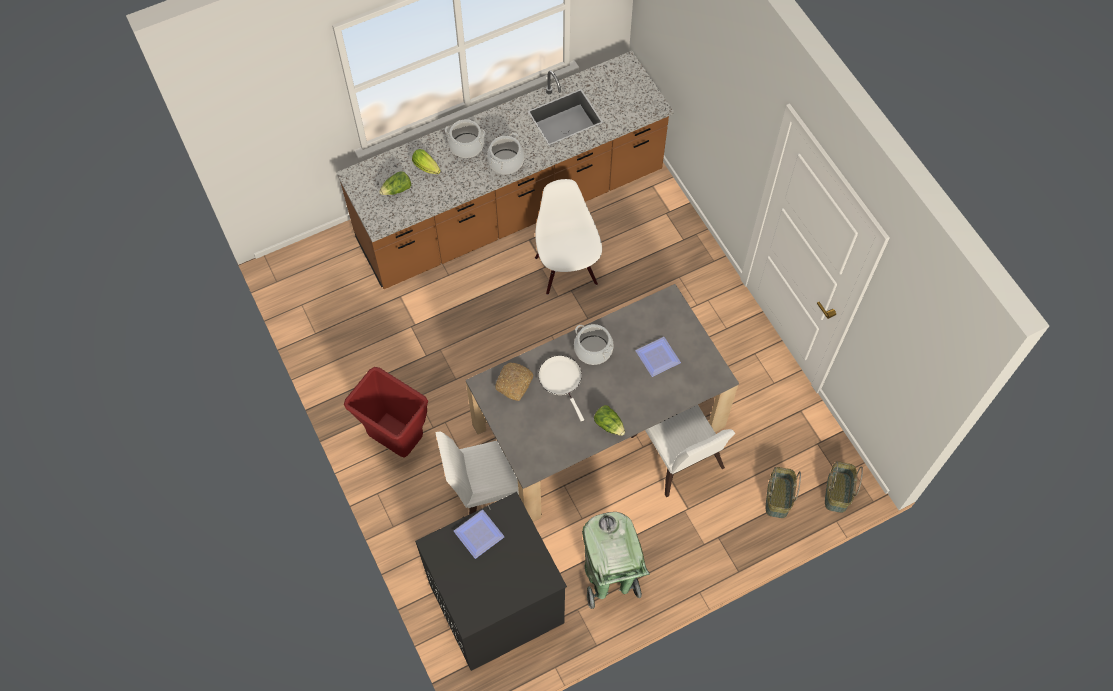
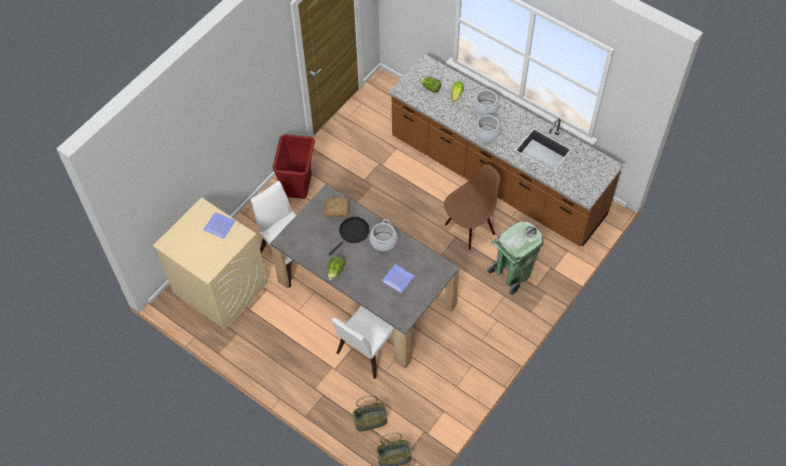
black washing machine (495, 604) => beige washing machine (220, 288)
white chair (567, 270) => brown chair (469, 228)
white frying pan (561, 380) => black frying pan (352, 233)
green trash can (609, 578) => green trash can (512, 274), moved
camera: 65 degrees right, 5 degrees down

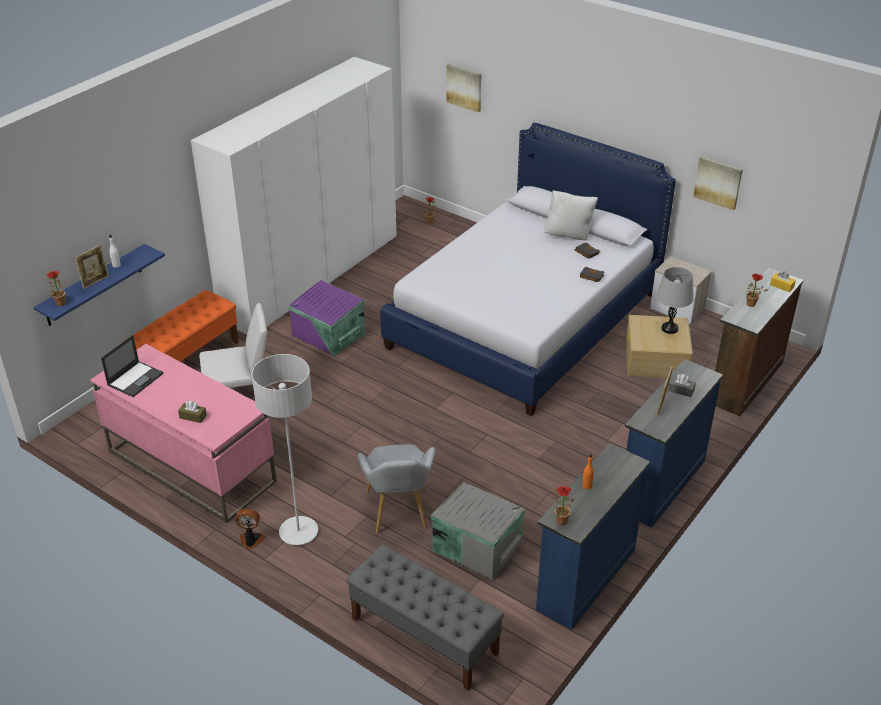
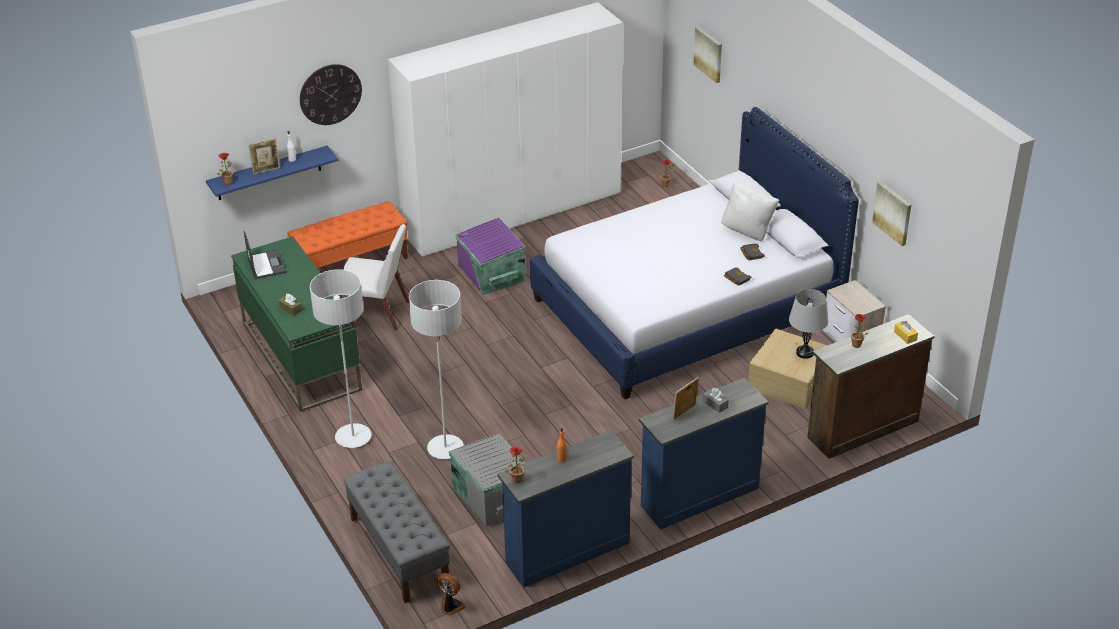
pink desk (191, 466) => green desk (301, 357)
laptop (135, 379) => laptop (266, 264), 75 degrees counterclockwise
fan (251, 541) => fan (451, 607), moved
grey armchair (398, 514) => grey floor lamp (445, 448)
nothing => wall clock (330, 94)
camera: 25 degrees right, 0 degrees up

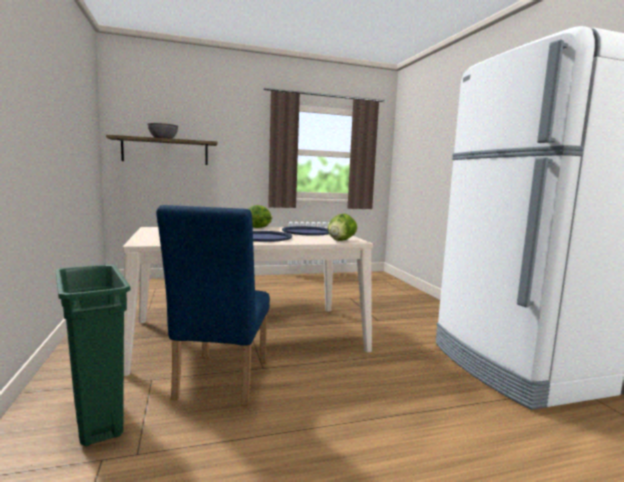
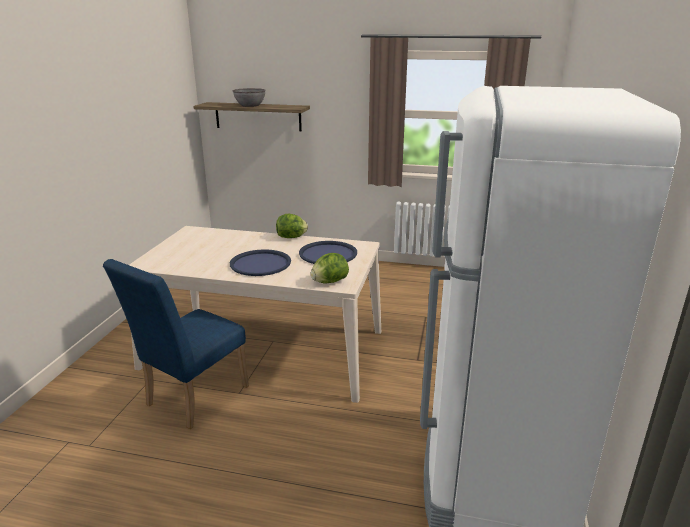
green trash can (97, 418) => nothing
camera: 30 degrees right, 15 degrees up

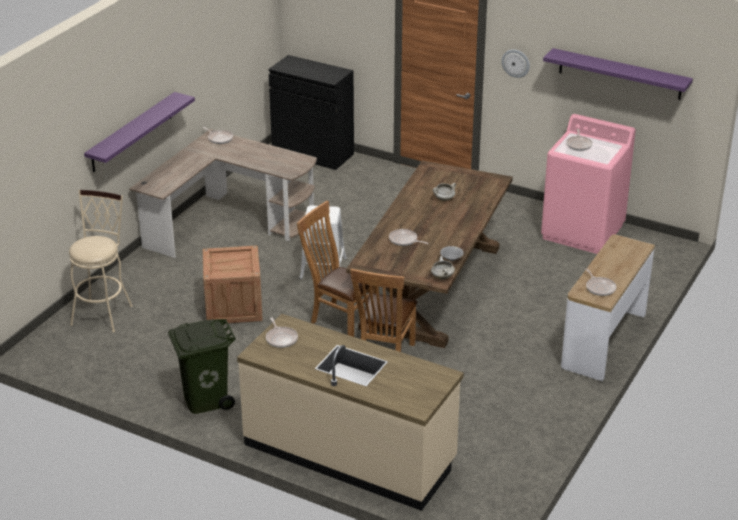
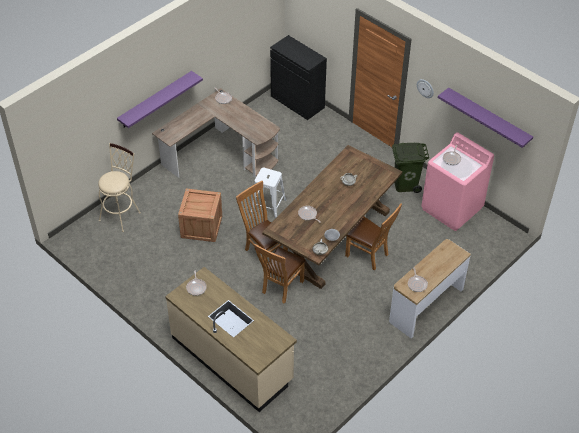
green trash can (205, 399) => green trash can (405, 184), moved
nothing => brown chair (369, 256)
camera: 15 degrees right, 15 degrees up

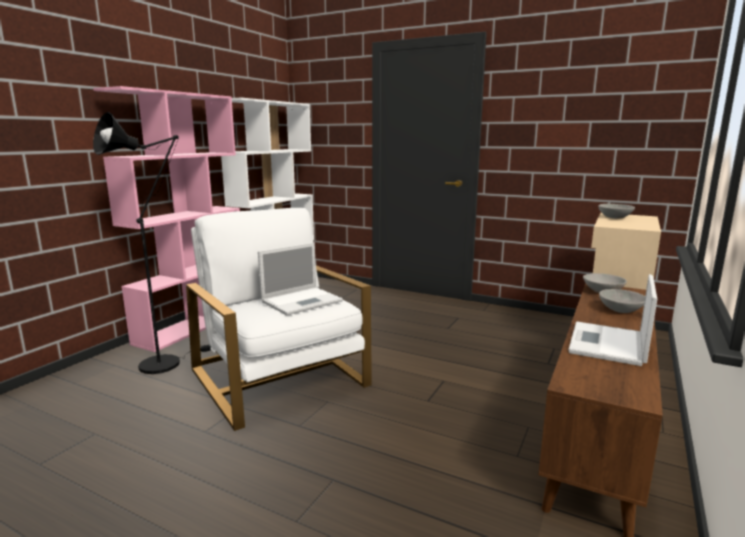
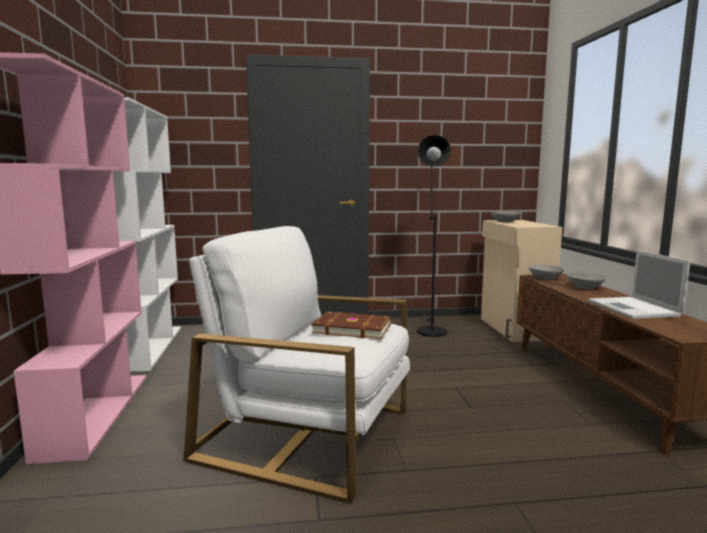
black floor lamp (166, 362) => black floor lamp (430, 330), moved
laptop (303, 301) => brown book (352, 328)
camera: 35 degrees left, 5 degrees down

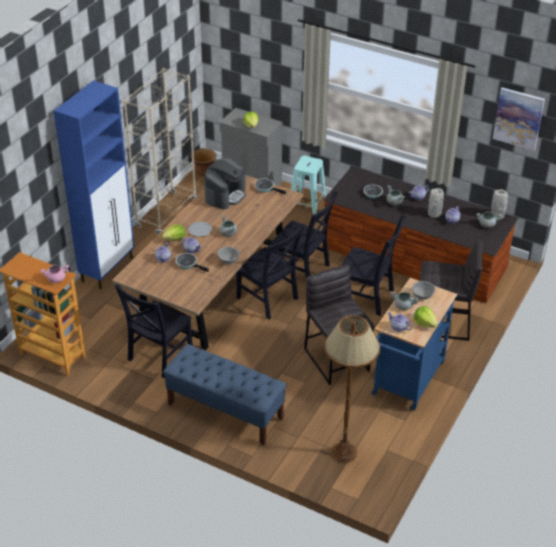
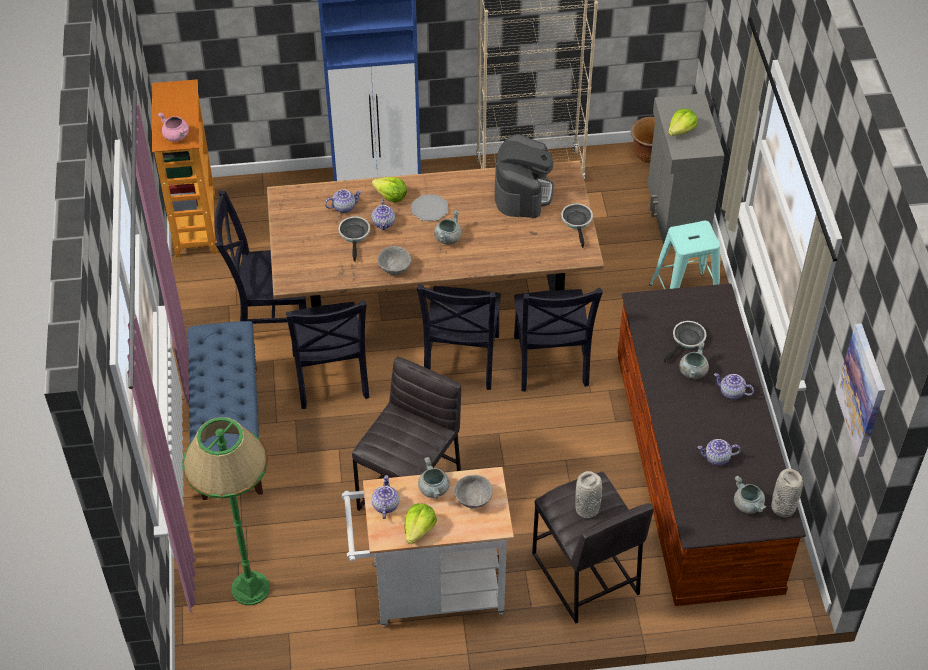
coffee machine (225, 195) => coffee machine (522, 192), 75 degrees counterclockwise
brown floor lamp (344, 452) => green floor lamp (250, 589)
black chair (367, 297) => black chair (330, 379), moved
blue cart (406, 383) => white cart (429, 591)
grey vase (434, 214) => grey vase (587, 508), moved
camera: 55 degrees right, 10 degrees up

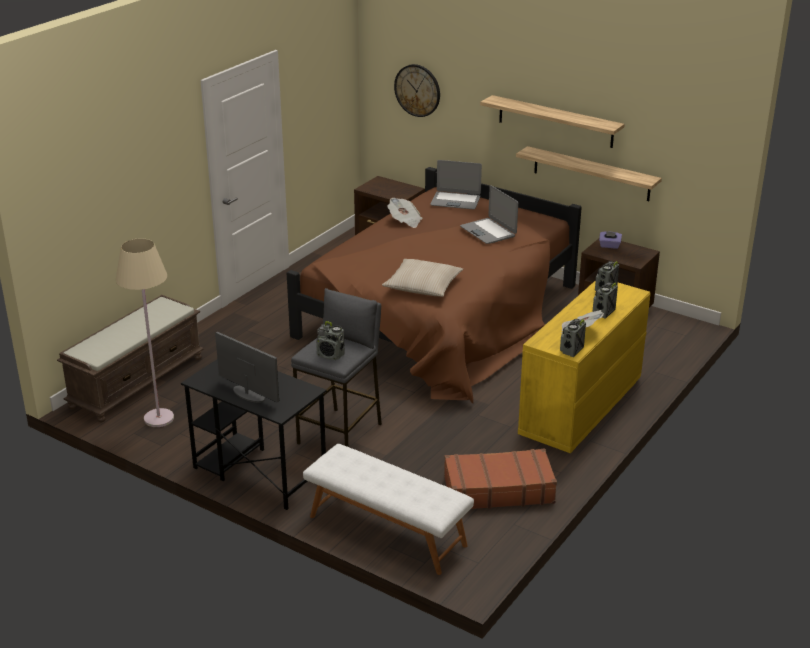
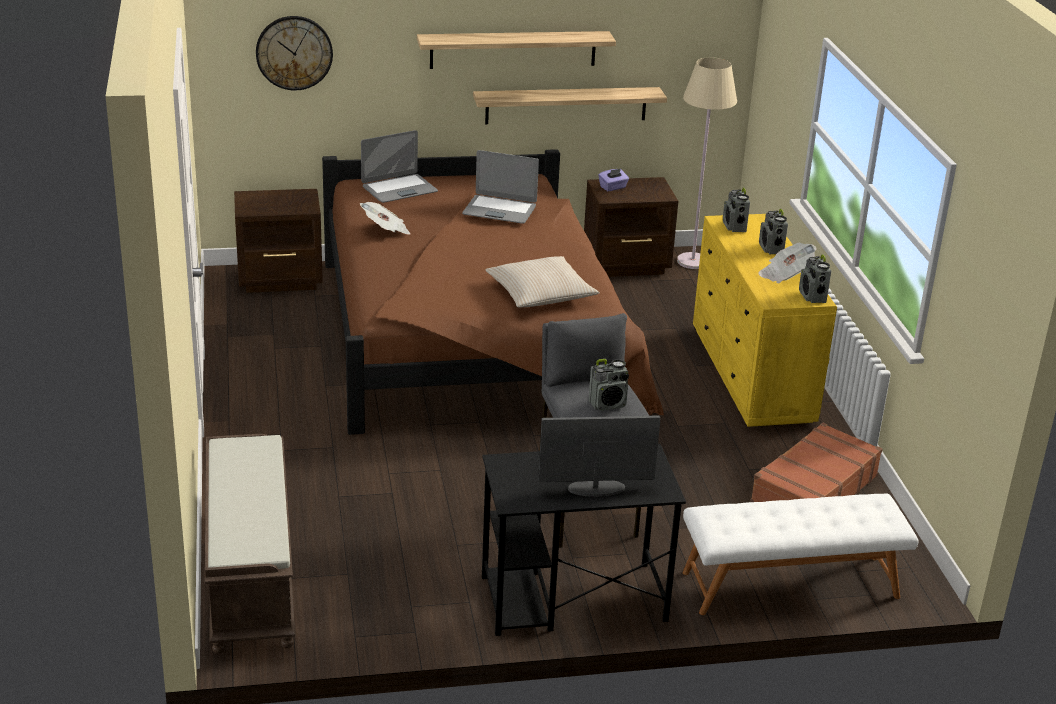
beige floor lamp (158, 418) => beige floor lamp (692, 261), moved
camera: 45 degrees left, 0 degrees up

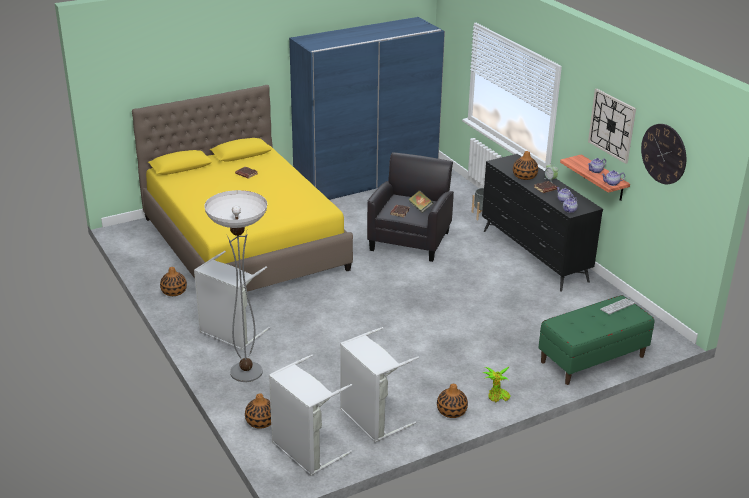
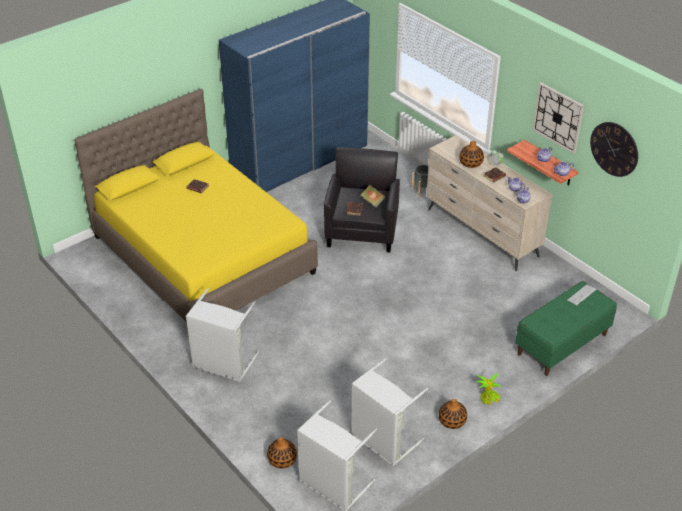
vase (174, 292) => nothing
floor lamp (246, 372) => nothing
black dresser (534, 256) => beige dresser (482, 233)
camera: 10 degrees left, 10 degrees up

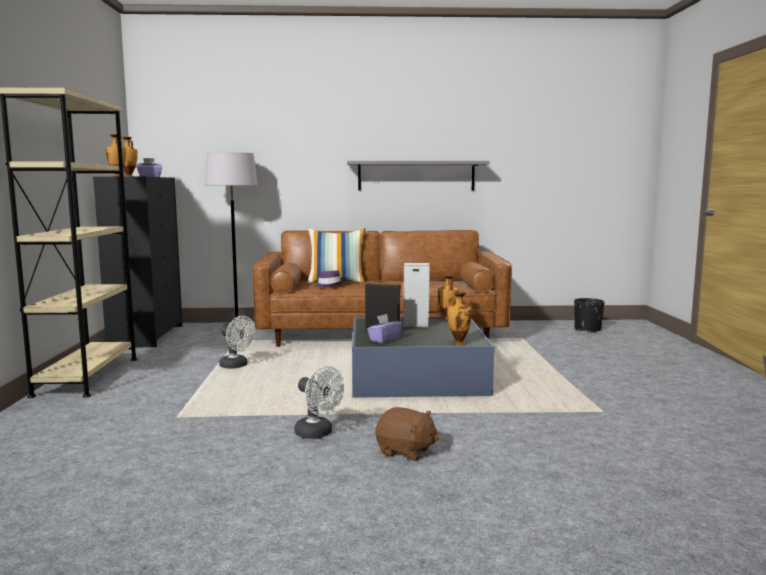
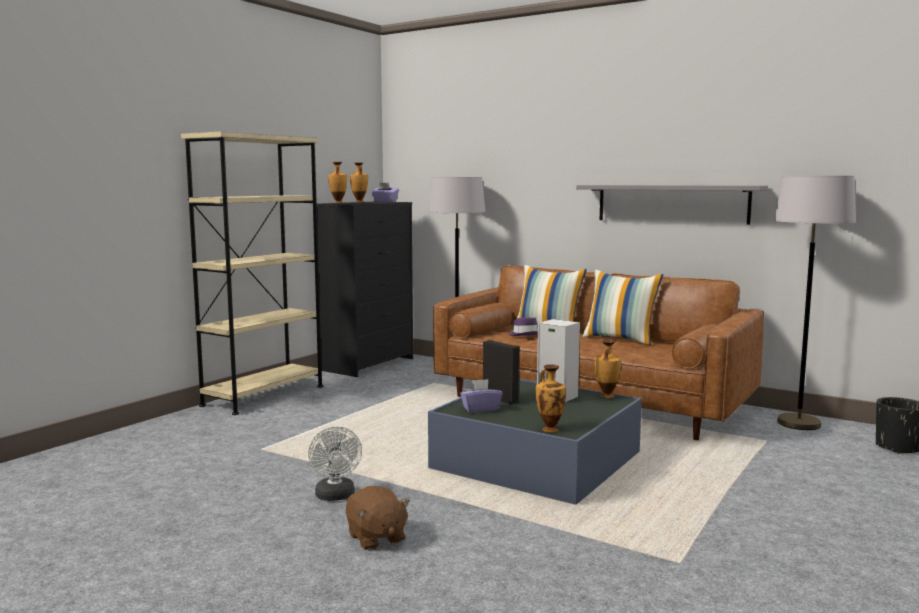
white fan (237, 366) => nothing
nothing => pillow (620, 339)
nothing => grey floor lamp (799, 423)
camera: 35 degrees right, 0 degrees up

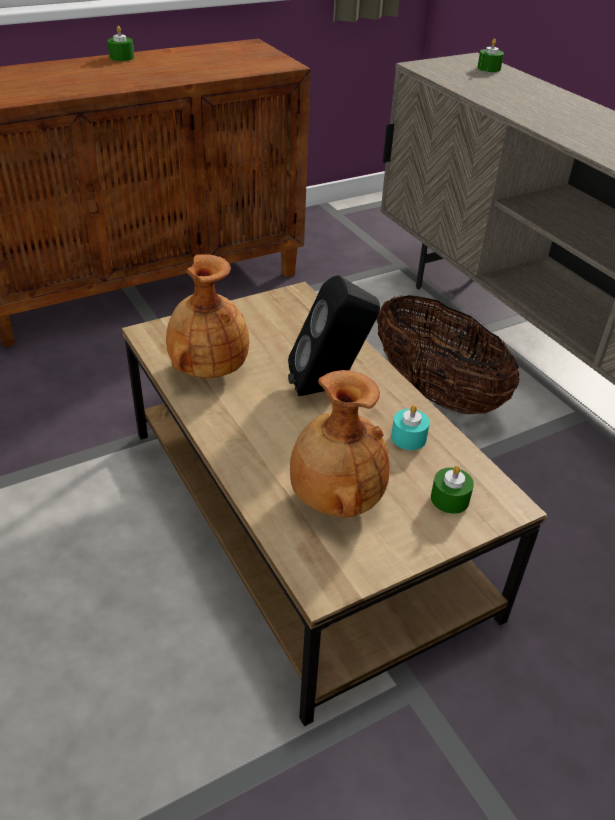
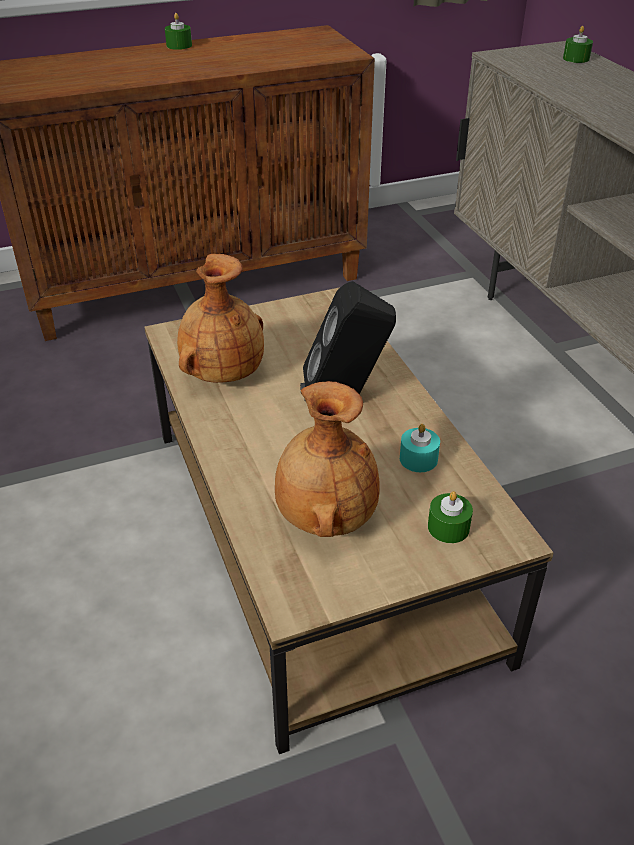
basket (436, 393) => nothing
camera: 10 degrees right, 0 degrees up

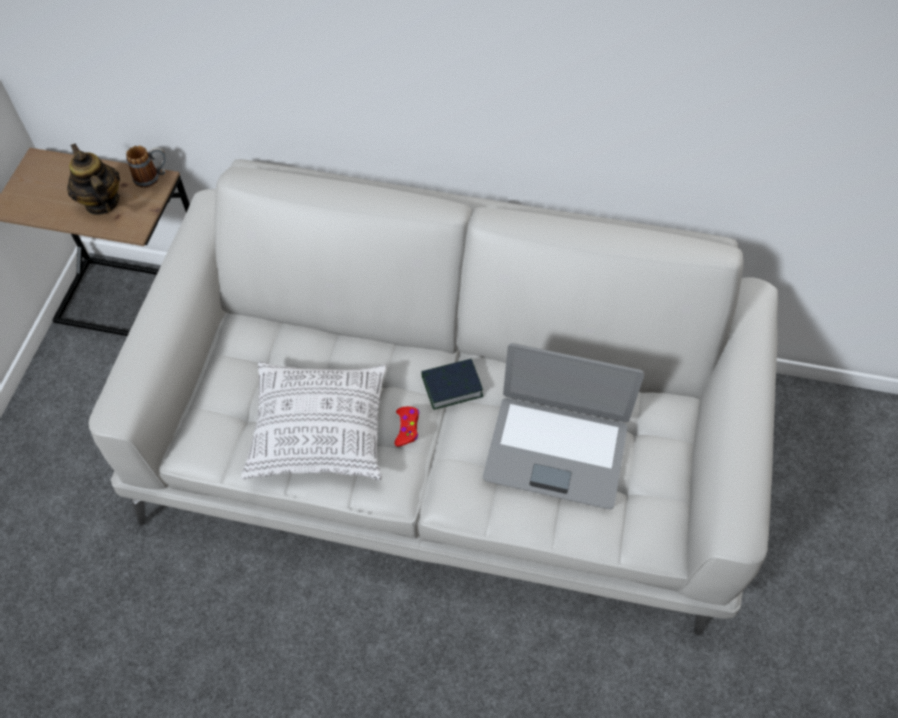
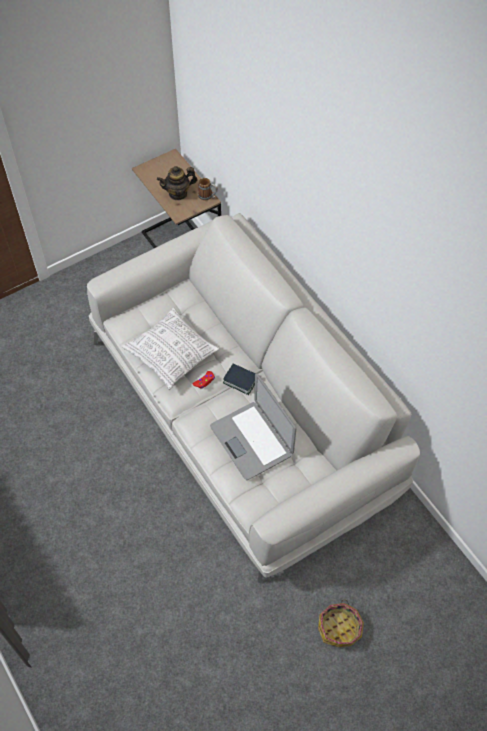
teapot (101, 202) => teapot (178, 193), 120 degrees counterclockwise
nothing => basket (340, 627)
camera: 45 degrees right, 0 degrees up

